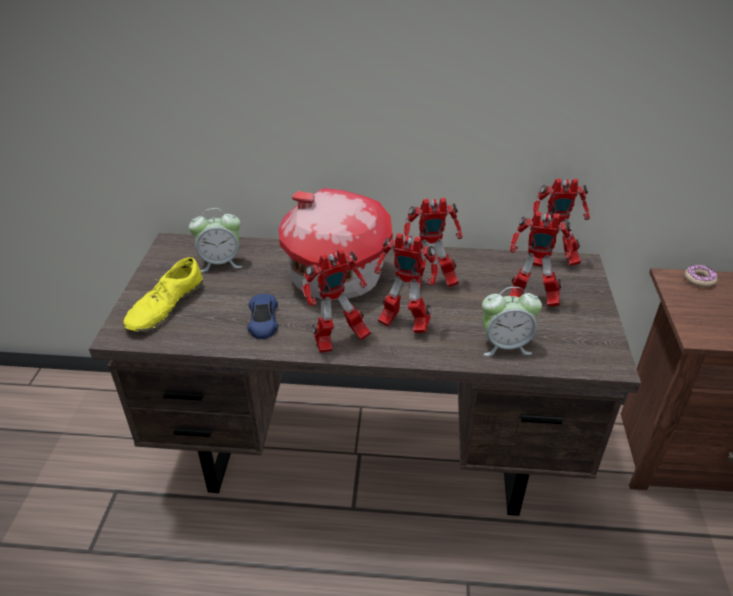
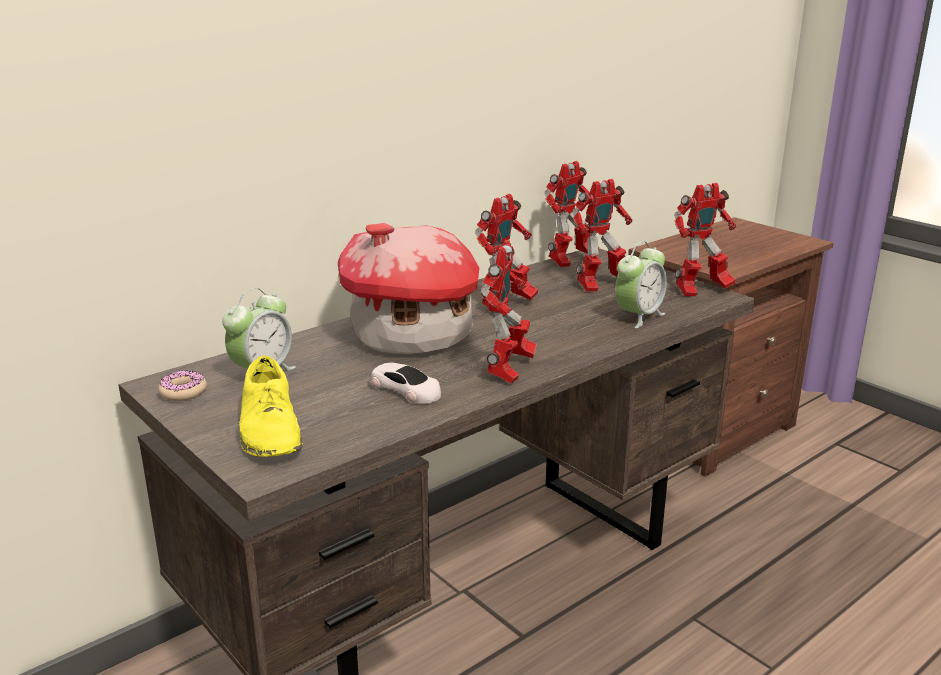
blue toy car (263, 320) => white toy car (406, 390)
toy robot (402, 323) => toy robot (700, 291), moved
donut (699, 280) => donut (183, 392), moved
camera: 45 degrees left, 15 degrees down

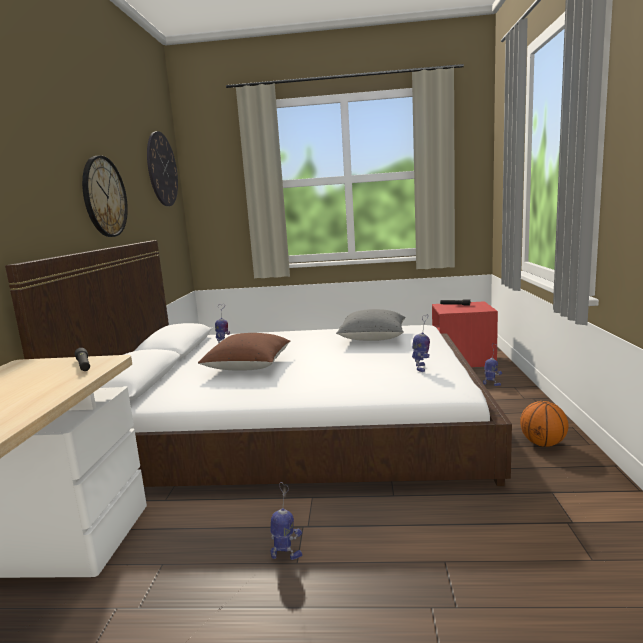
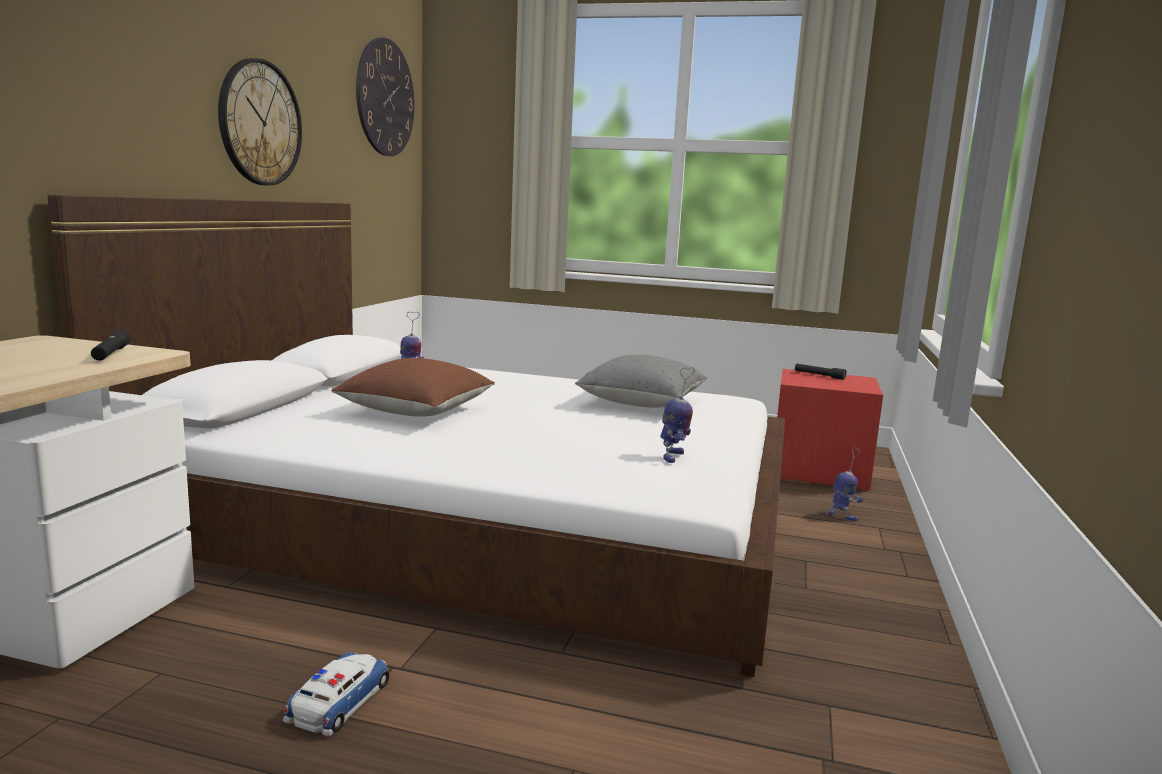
toy robot (286, 555) => toy car (339, 701)
basketball (543, 444) => nothing
camera: 10 degrees right, 0 degrees up

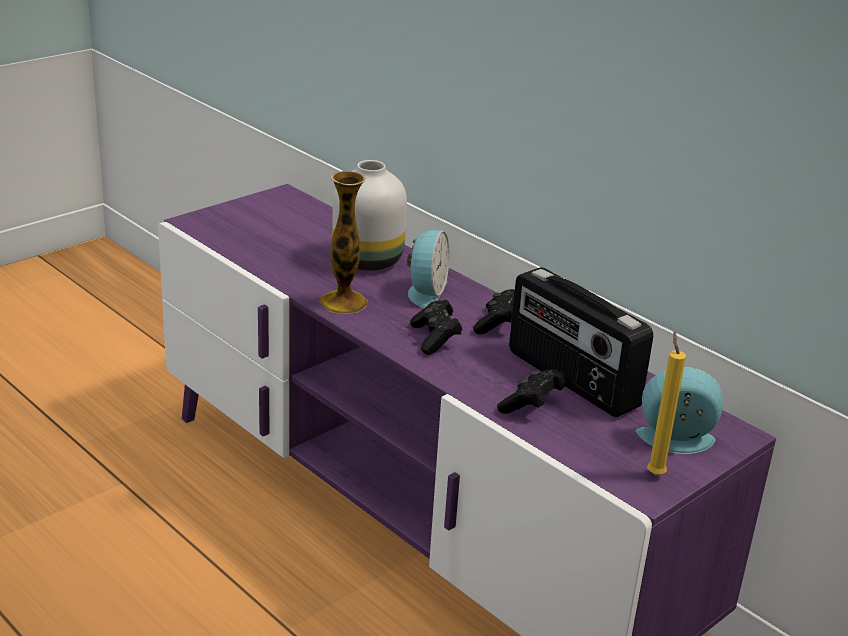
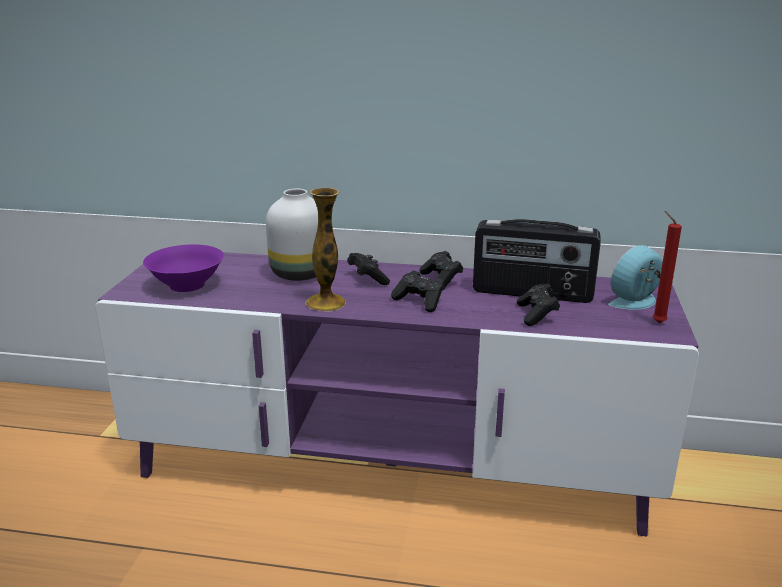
alarm clock (425, 292) => black game controller (367, 278)
yellow candle (654, 473) => red candle (656, 322)
nothing => purple bowl (188, 285)
camera: 35 degrees left, 5 degrees down

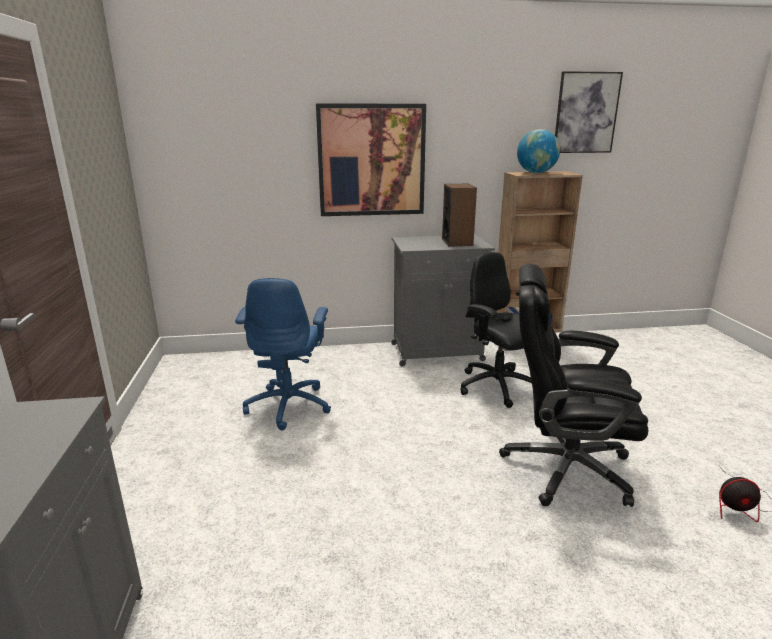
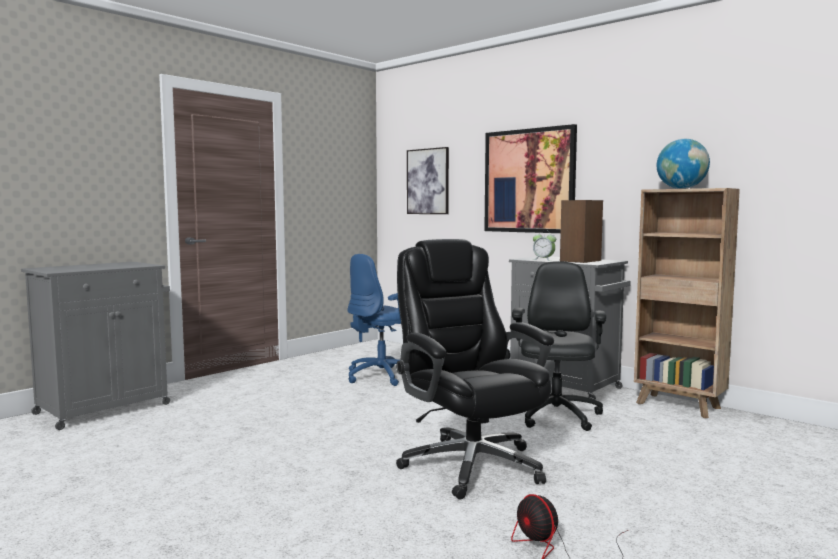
picture (586, 113) => picture (428, 181), moved
nothing => alarm clock (543, 260)
camera: 50 degrees right, 15 degrees down

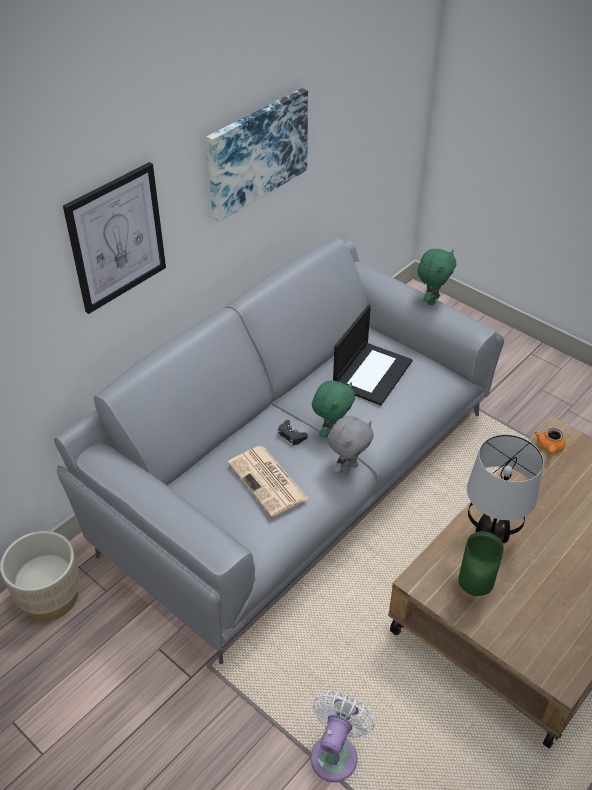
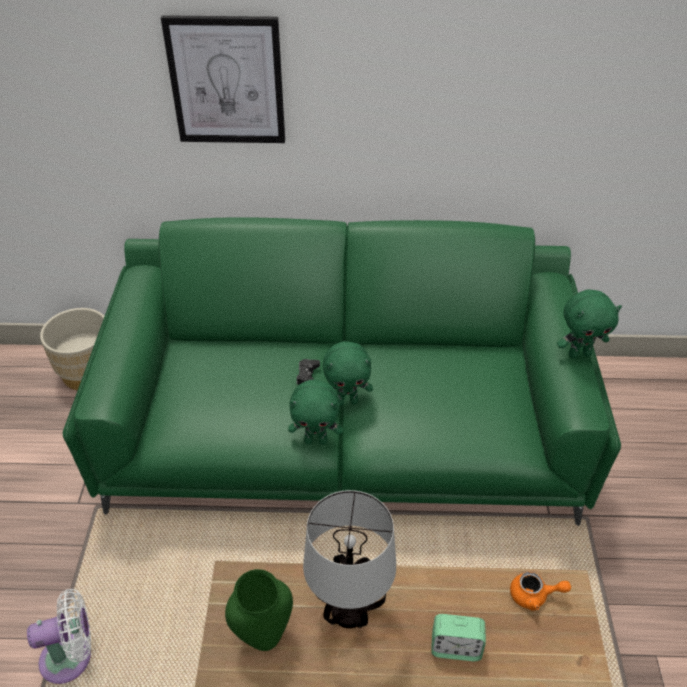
grey sofa (296, 475) => green sofa (345, 434)
picture (256, 152) => nothing
newspaper (268, 481) => nothing
grey plush toy (348, 468) => green plush toy (316, 440)
laptop (372, 373) => nothing
orange teapot (549, 447) => orange teapot (534, 596), 150 degrees counterclockwise
nothing => alarm clock (455, 648)
camera: 50 degrees right, 0 degrees up

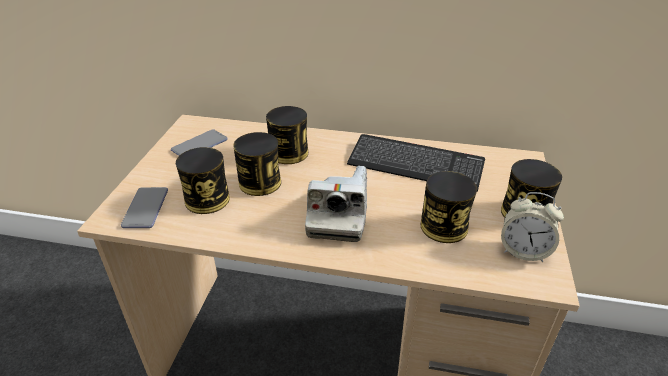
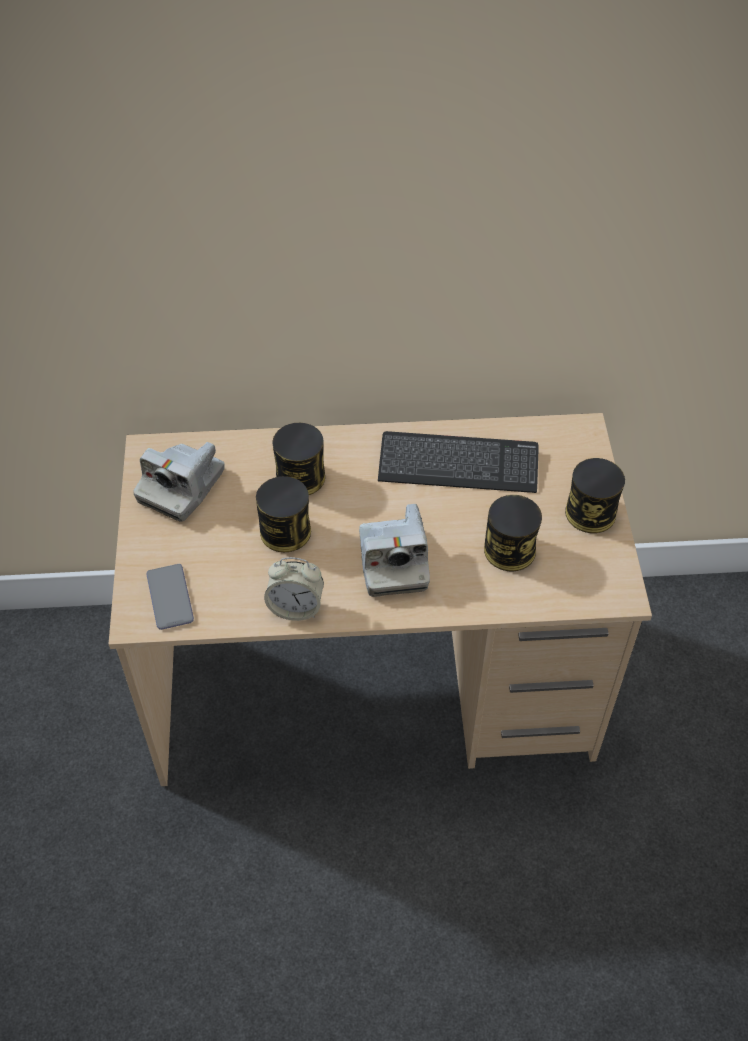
phone (200, 145) => photo camera (181, 487)
can (207, 199) => nothing
alarm clock (523, 251) => alarm clock (296, 607), moved
camera: 15 degrees left, 15 degrees up

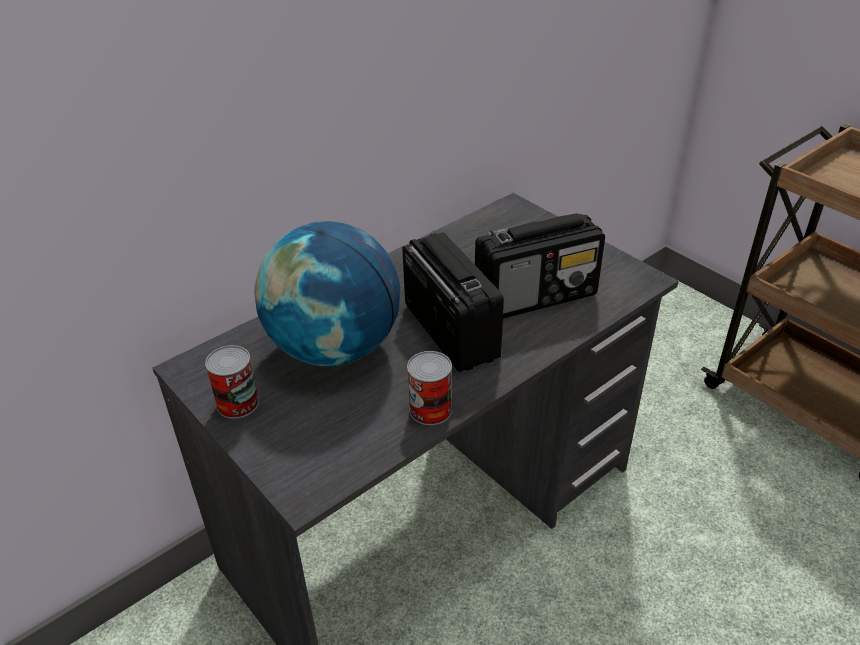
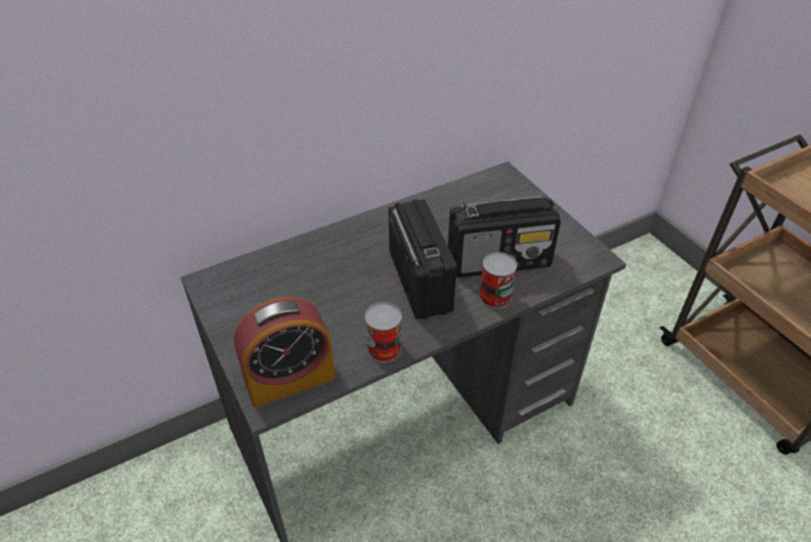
can (238, 403) => can (495, 296), moved
globe (335, 348) => nothing
nothing => alarm clock (290, 379)
camera: 10 degrees right, 5 degrees up

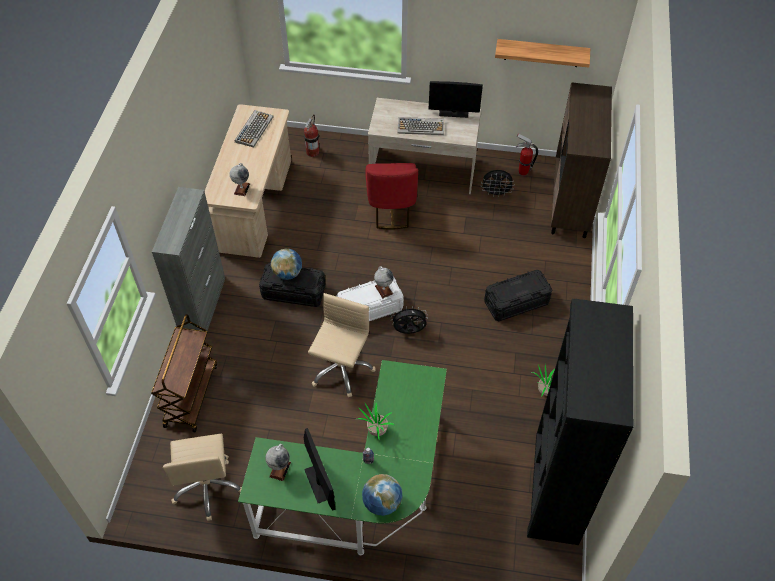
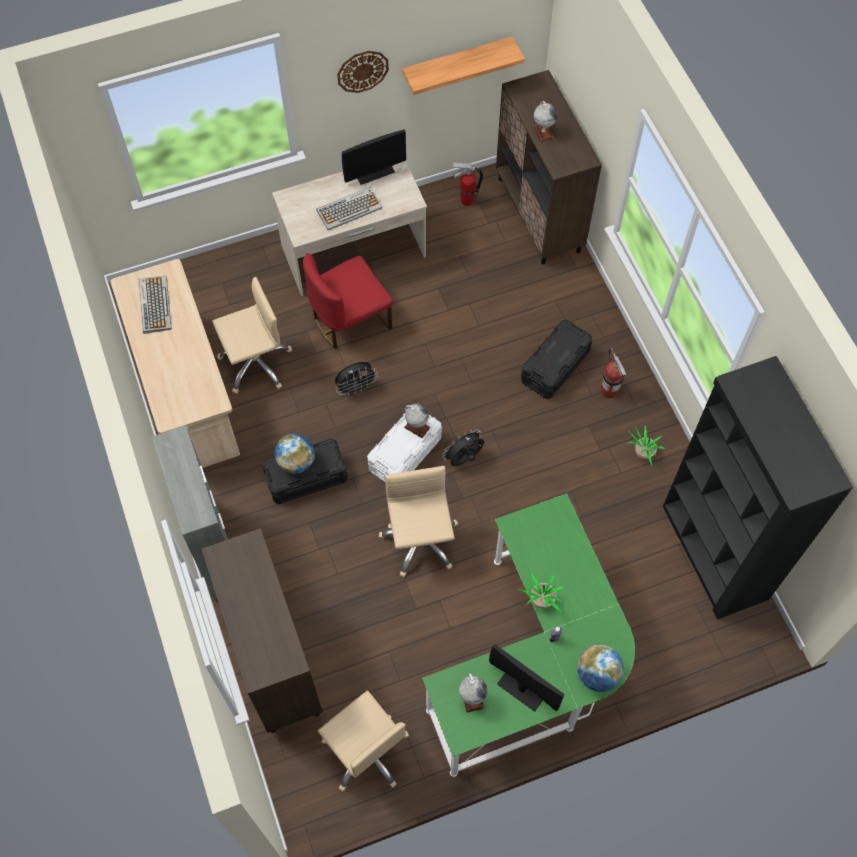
brown cart (191, 394) => brown cabinet (274, 660)
globe (242, 189) => globe (543, 132), moved
fire extinguisher (312, 152) => fire extinguisher (609, 390), moved
red chair (391, 210) => red chair (350, 320), 90 degrees clockwise
black fan (496, 193) => black fan (356, 388), moved
nothing => beige office chair (255, 363)
nothing => wall clock (362, 71)
camera: 30 degrees left, 10 degrees up

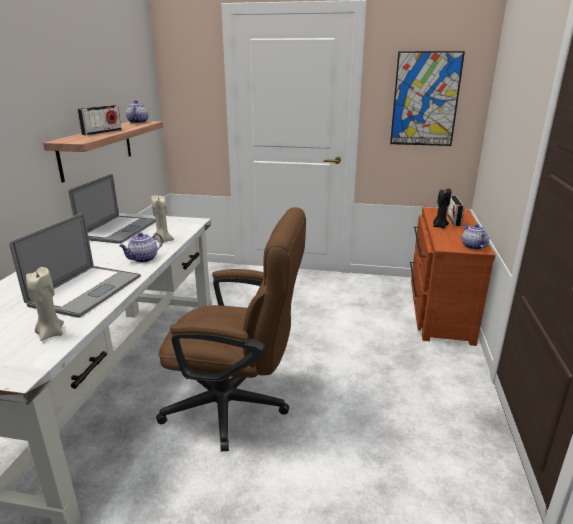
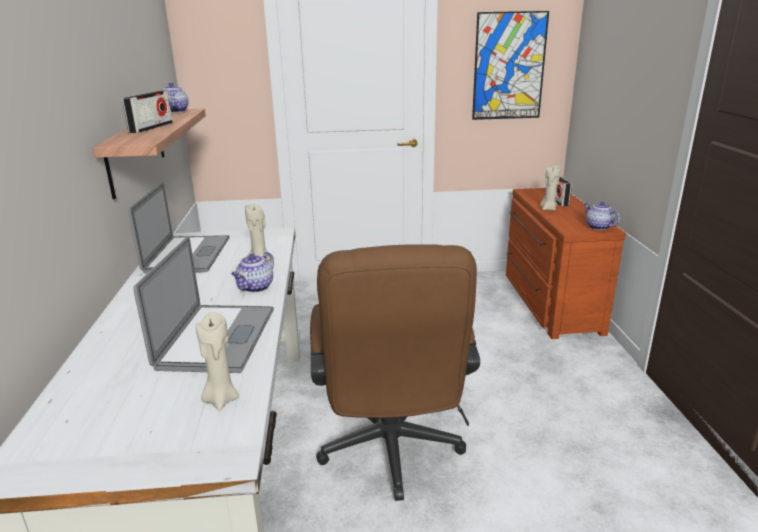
brown office chair (237, 406) => brown office chair (391, 452), 90 degrees clockwise
black candle (439, 226) => beige candle (548, 209)
camera: 15 degrees left, 0 degrees up

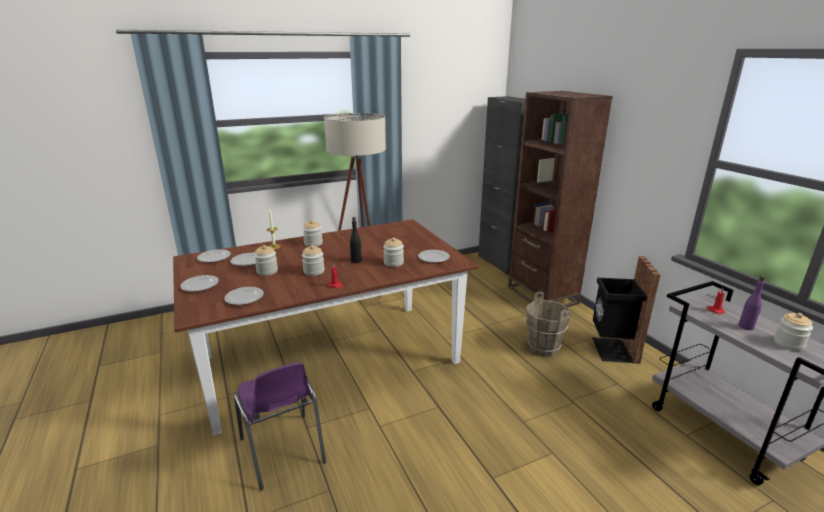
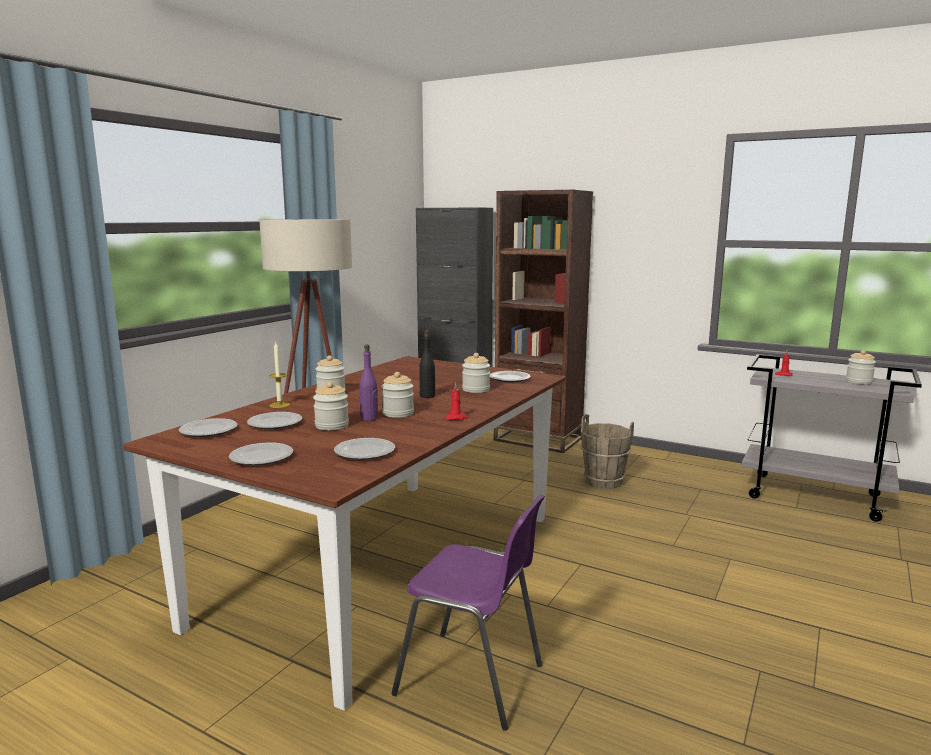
black trash can (612, 350) => nothing
purple bottle (746, 327) => purple bottle (369, 418), moved
camera: 35 degrees left, 10 degrees down

